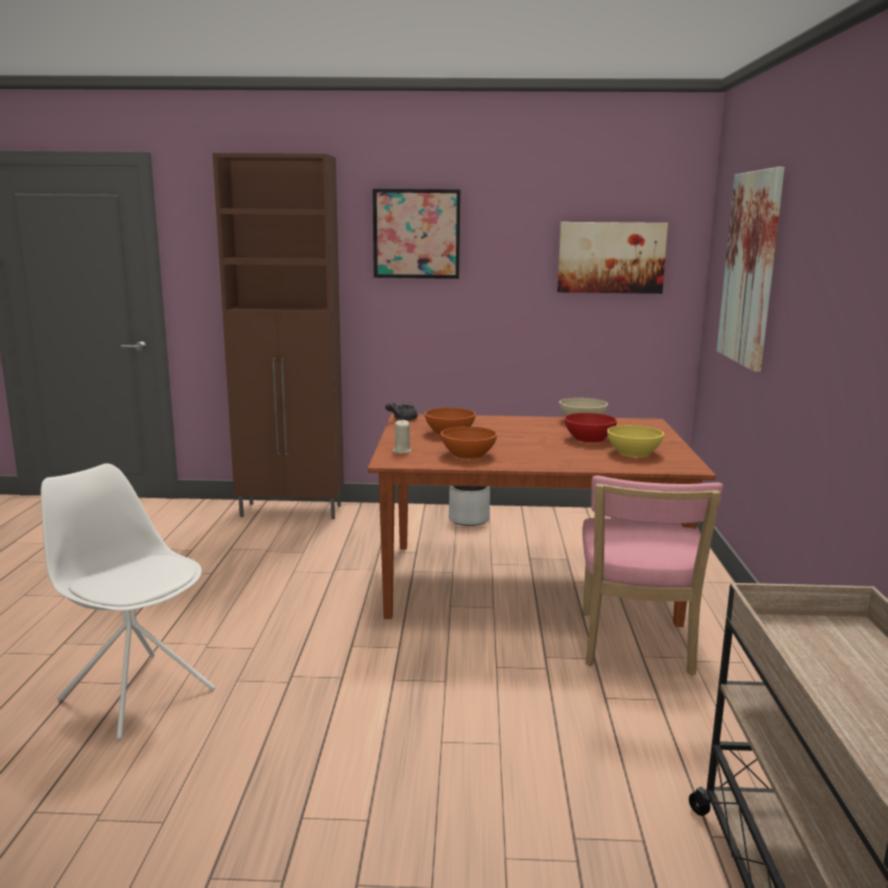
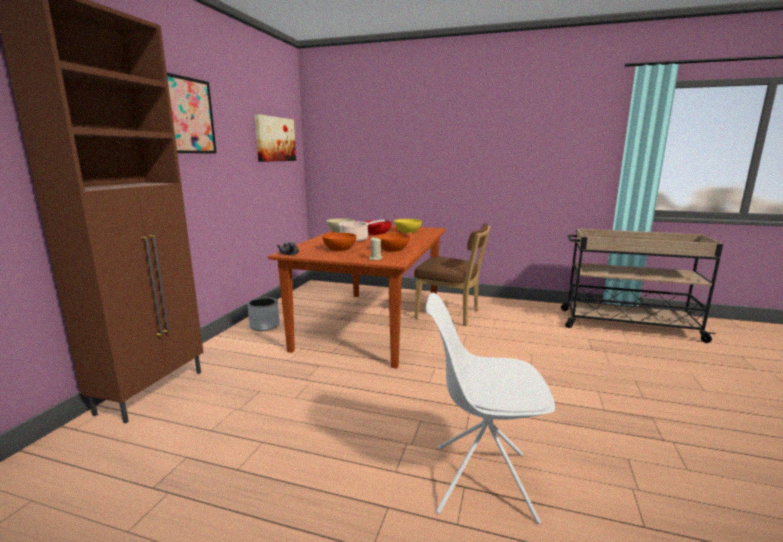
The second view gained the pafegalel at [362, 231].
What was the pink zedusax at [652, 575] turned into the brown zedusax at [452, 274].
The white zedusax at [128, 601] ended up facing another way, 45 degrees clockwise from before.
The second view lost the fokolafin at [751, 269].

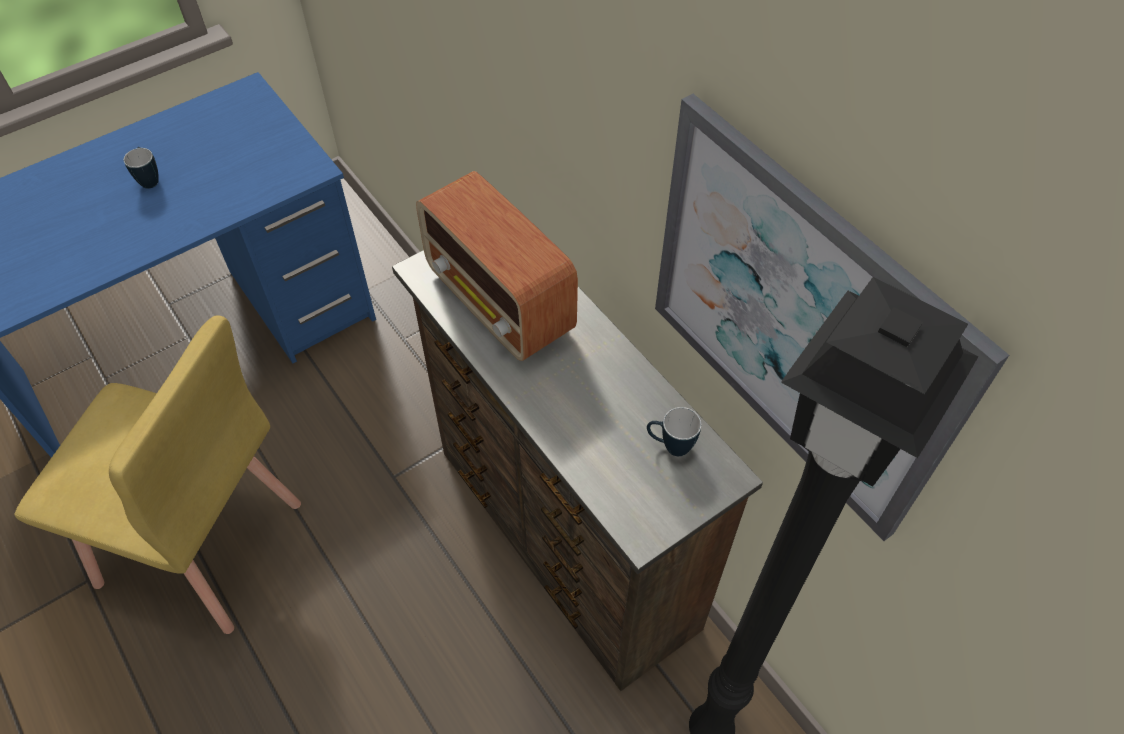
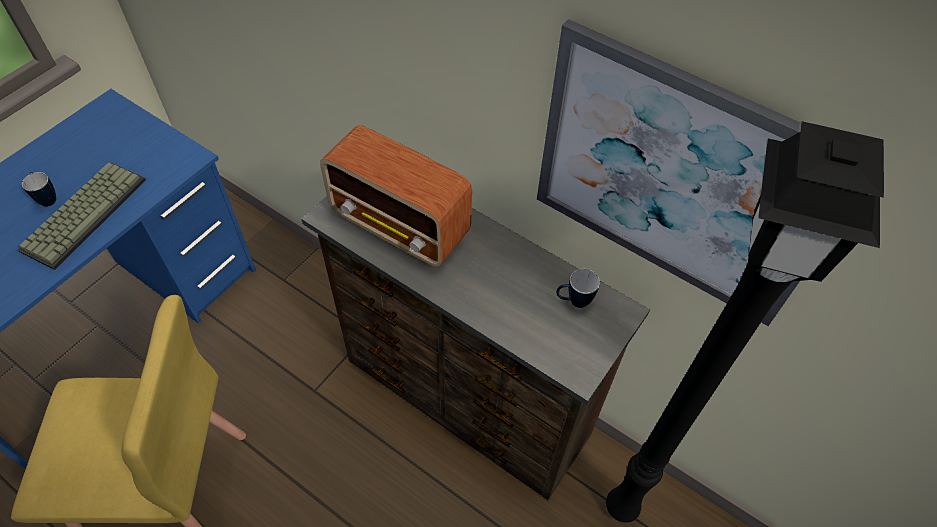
The second view gained the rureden at [82, 216].

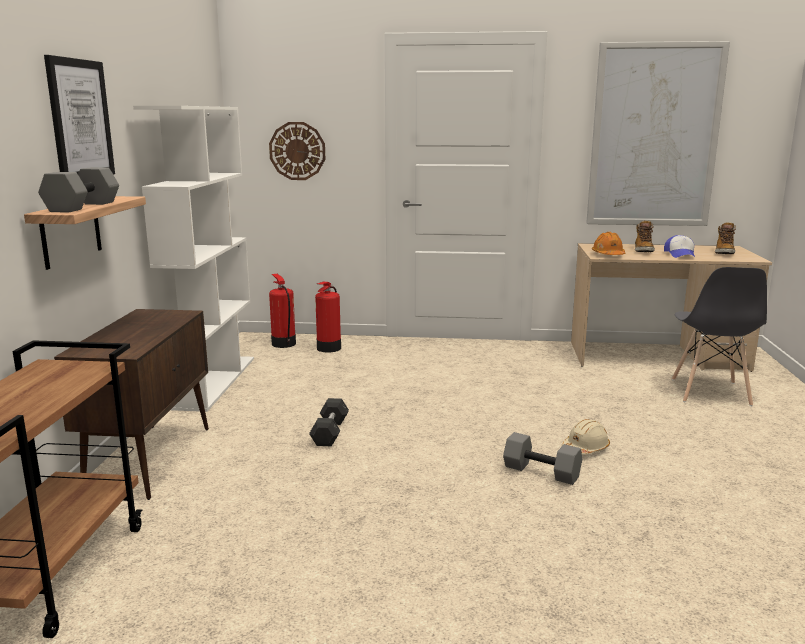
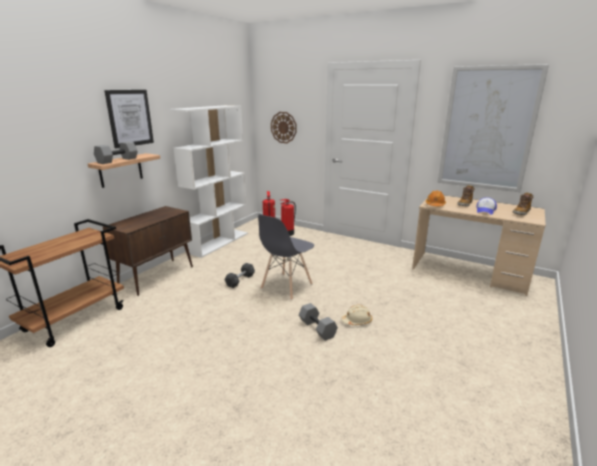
The grey zedusax ended up elsewhere, having gone from [719, 336] to [286, 257].

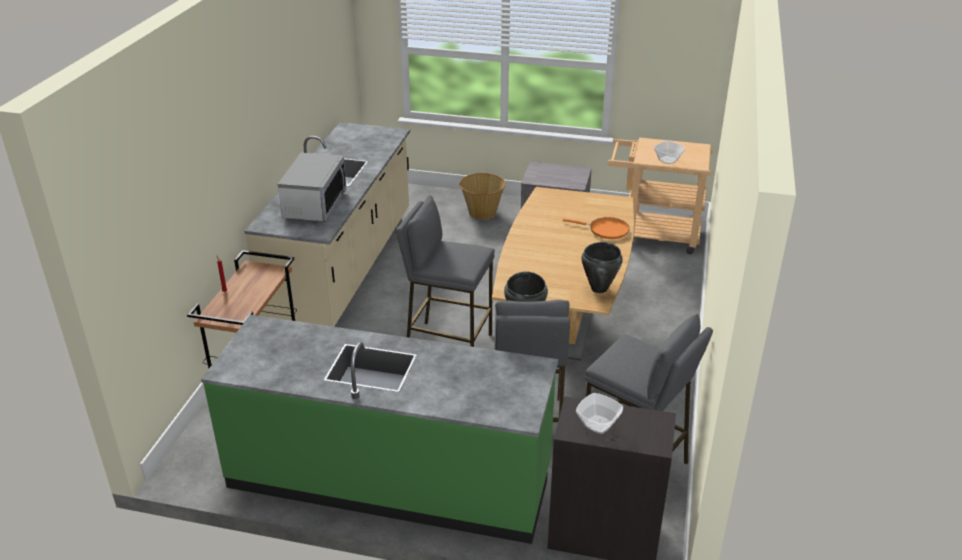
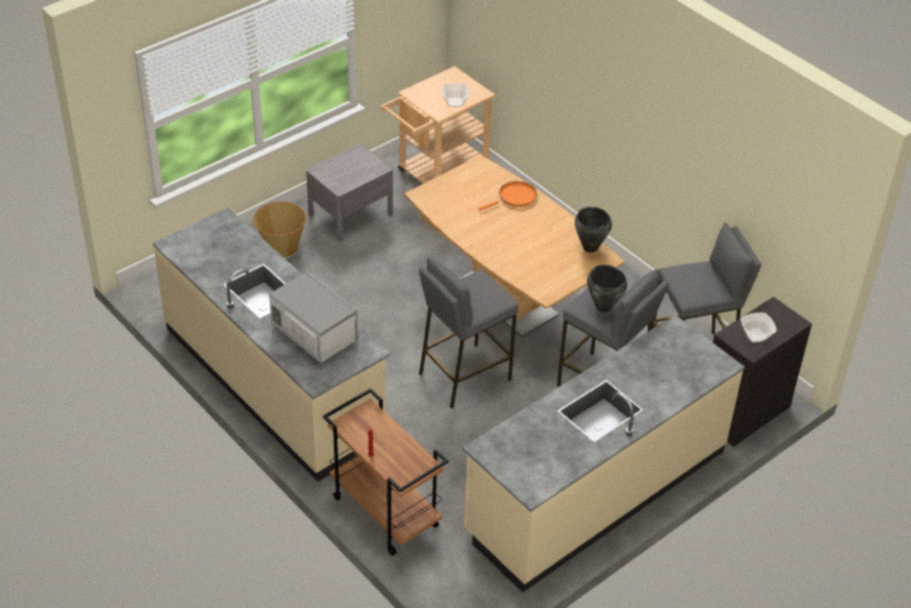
What was the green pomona at [379, 429] turned into the beige pomona at [603, 454].

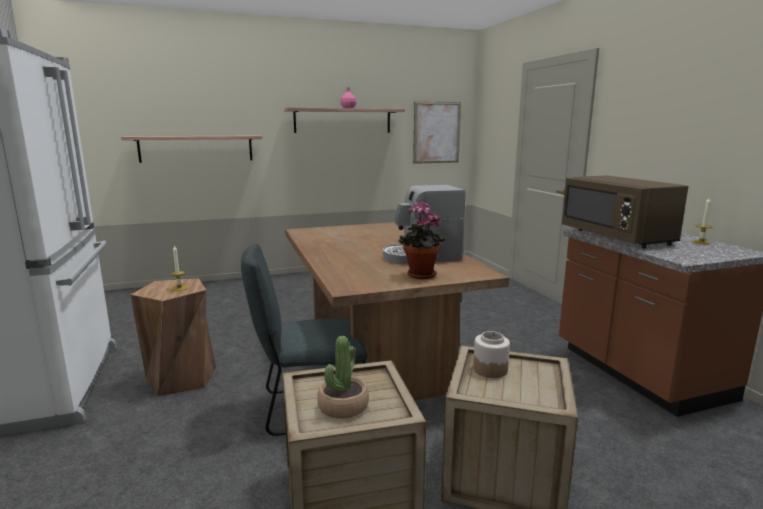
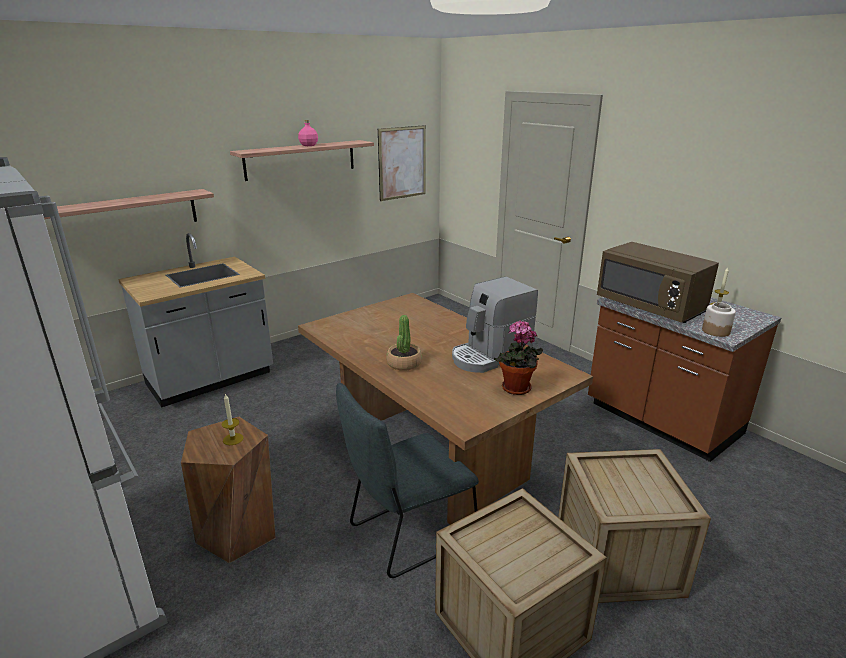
The second view gained the grey pomona at [195, 320].
The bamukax ended up elsewhere, having gone from [343, 377] to [404, 343].
The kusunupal ended up elsewhere, having gone from [491, 354] to [719, 319].

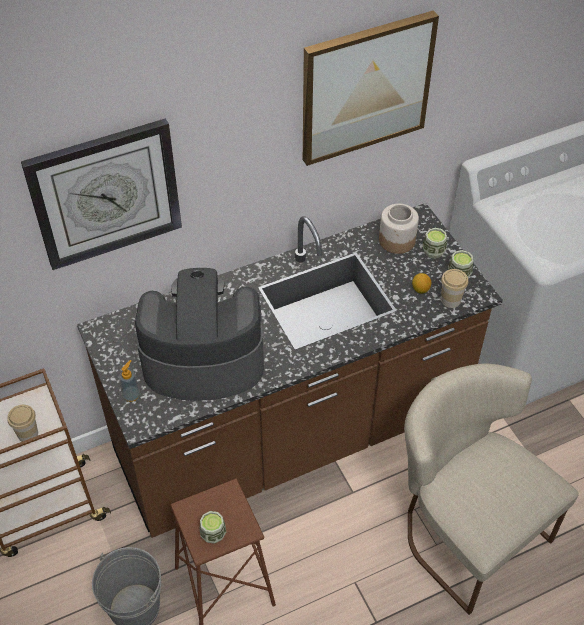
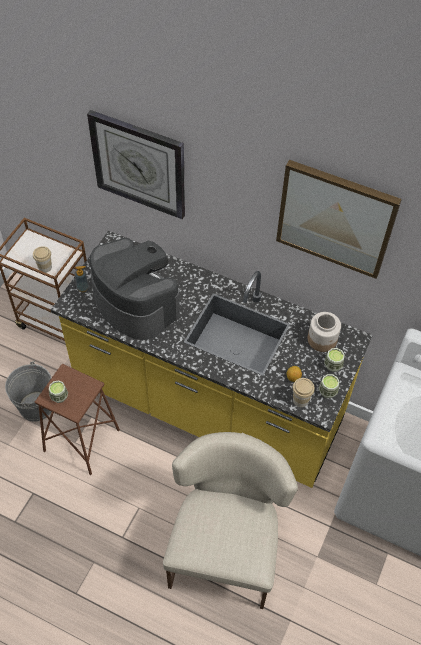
What was the brown pomona at [290, 370] turned into the yellow pomona at [212, 359].

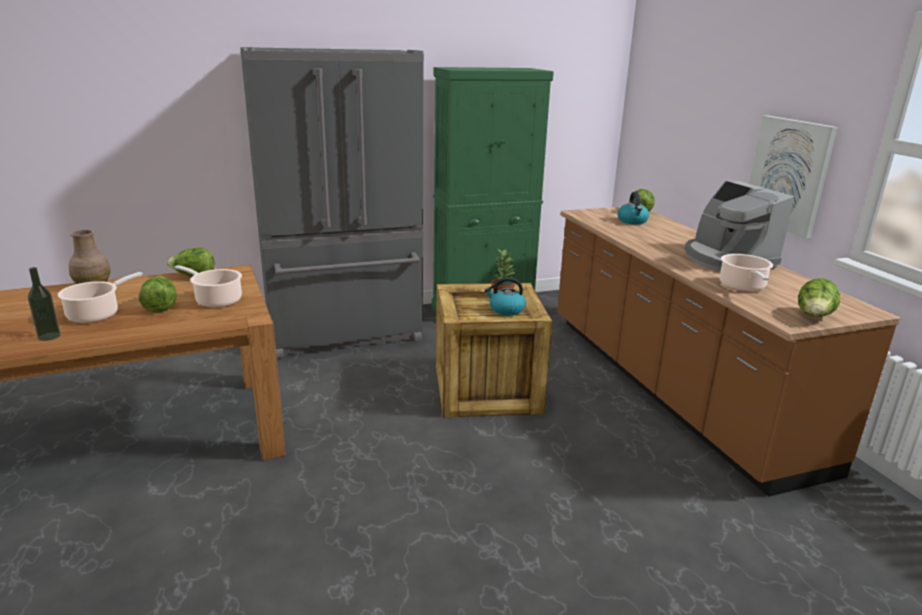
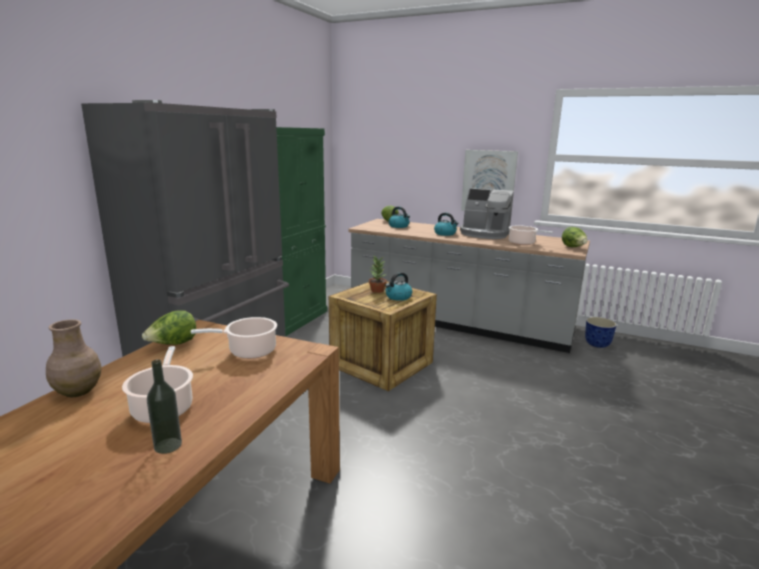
What was the brown pomona at [728, 352] turned into the grey pomona at [469, 286].
The second view gained the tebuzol at [446, 224].
The second view gained the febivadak at [601, 332].
The second view lost the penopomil at [158, 294].

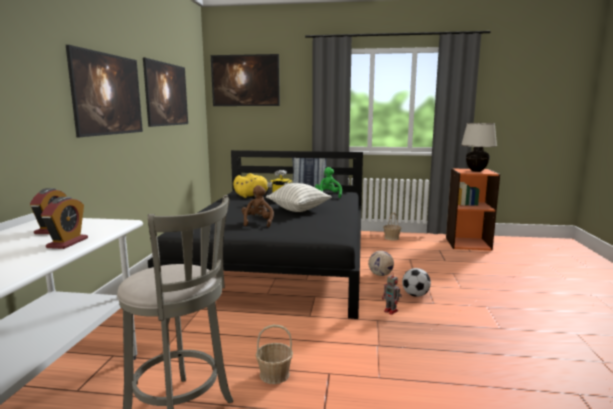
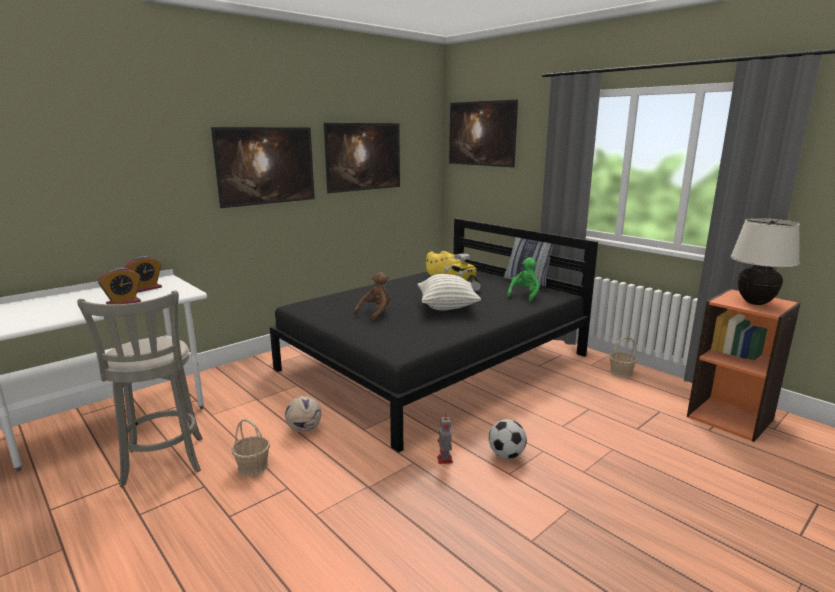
The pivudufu ended up elsewhere, having gone from [381, 263] to [303, 414].

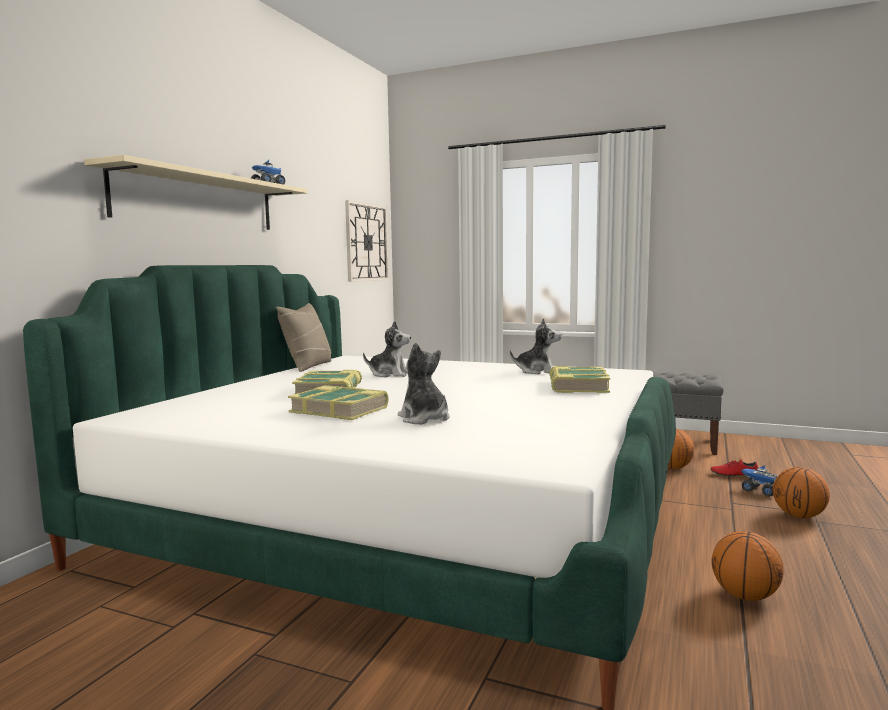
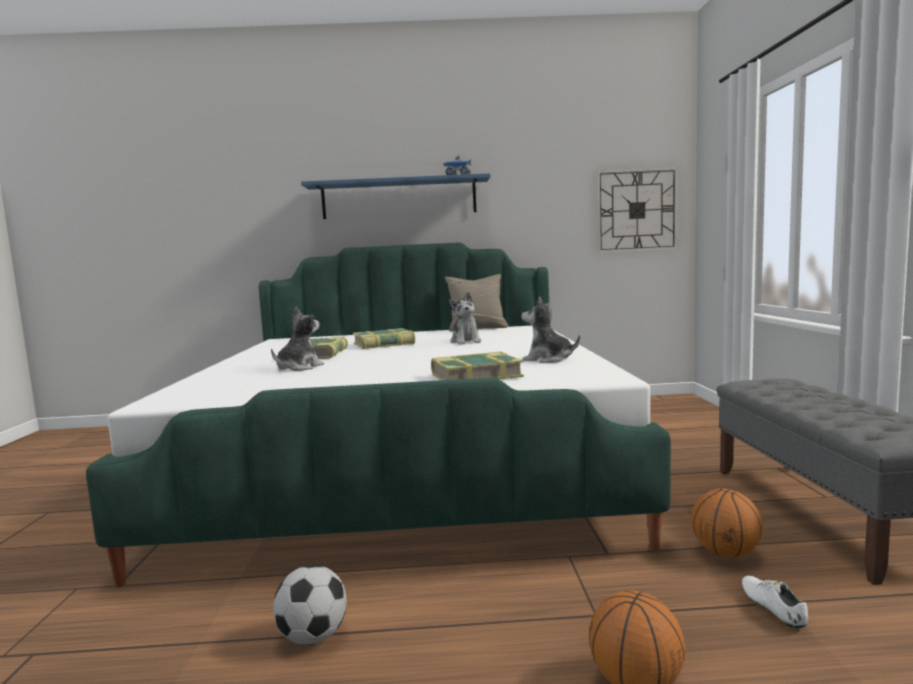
Where the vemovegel stood at [747, 566], the pivudufu came to stand at [310, 605].
What was the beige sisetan at [195, 192] turned into the blue sisetan at [396, 196].
The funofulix at [536, 346] ended up facing another way, 135 degrees clockwise from before.
What was the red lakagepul at [734, 468] turned into the white lakagepul at [775, 602].
The second view lost the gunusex at [759, 480].

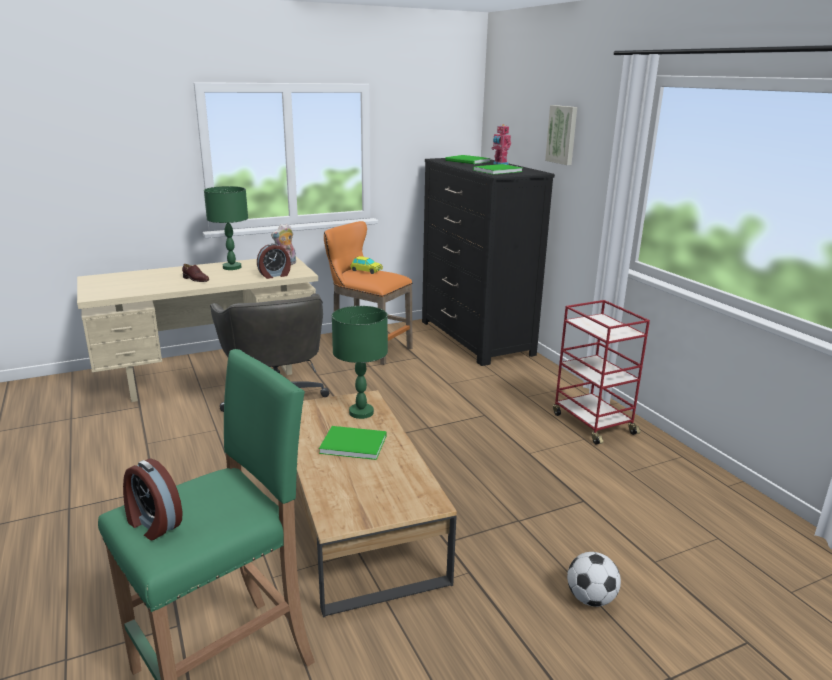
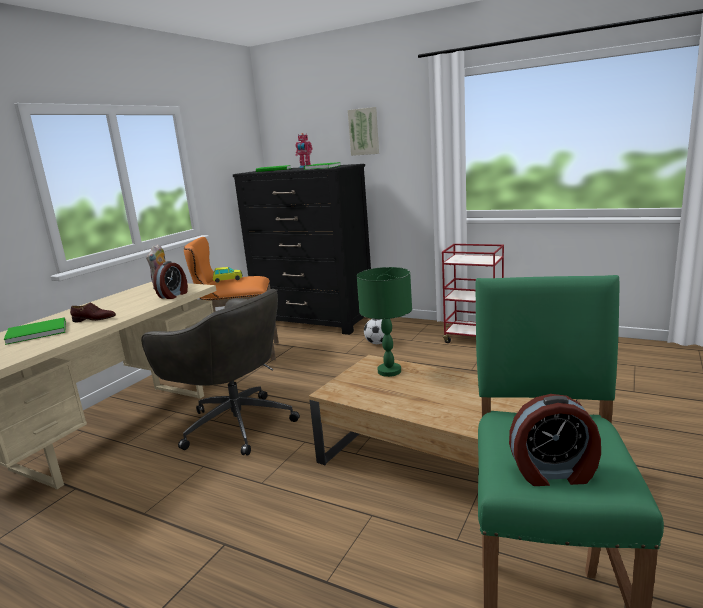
The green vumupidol ended up elsewhere, having gone from [353, 443] to [35, 331].
The pivudufu ended up elsewhere, having gone from [594, 579] to [374, 331].
The second view lost the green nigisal at [226, 228].

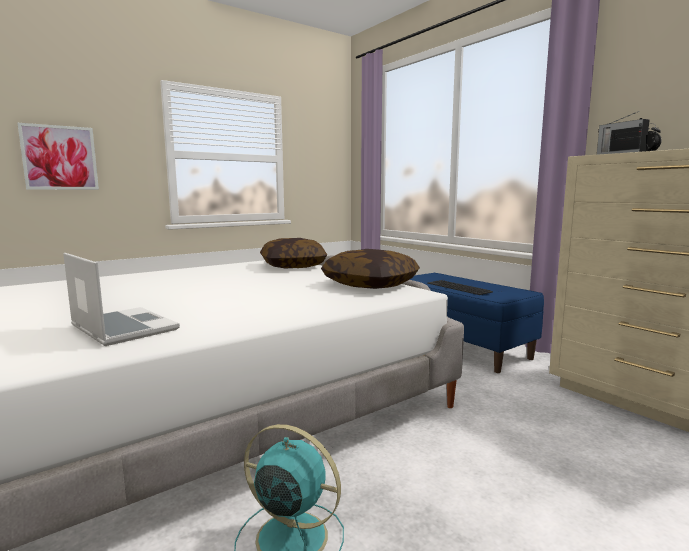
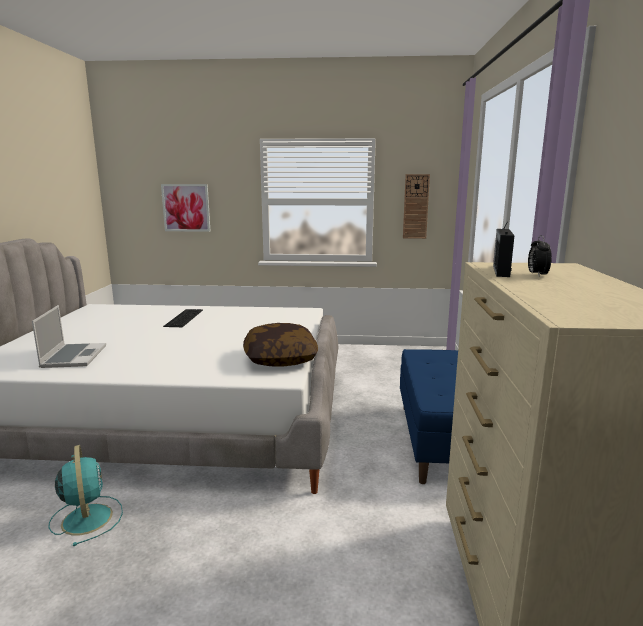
The rureden ended up elsewhere, having gone from [460, 287] to [183, 318].
The second view gained the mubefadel at [416, 206].
The second view lost the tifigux at [293, 253].

